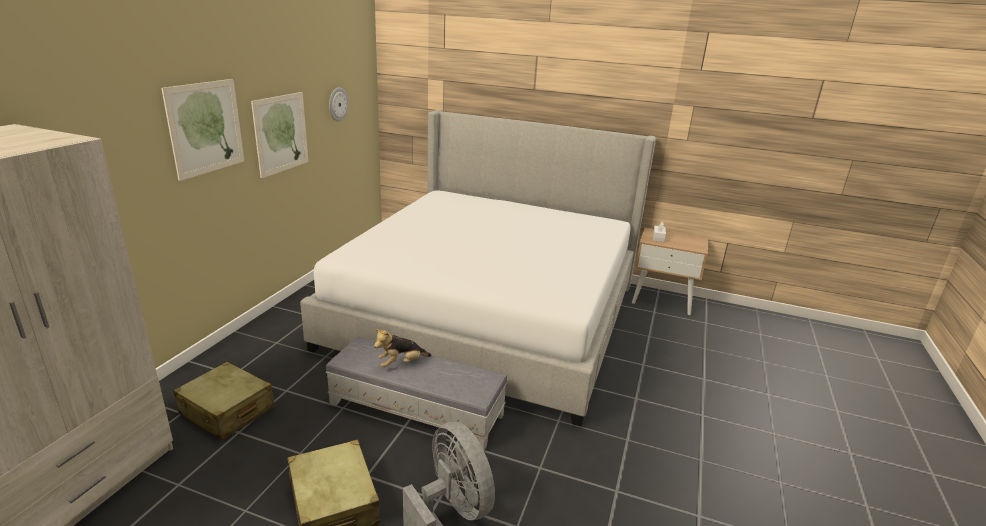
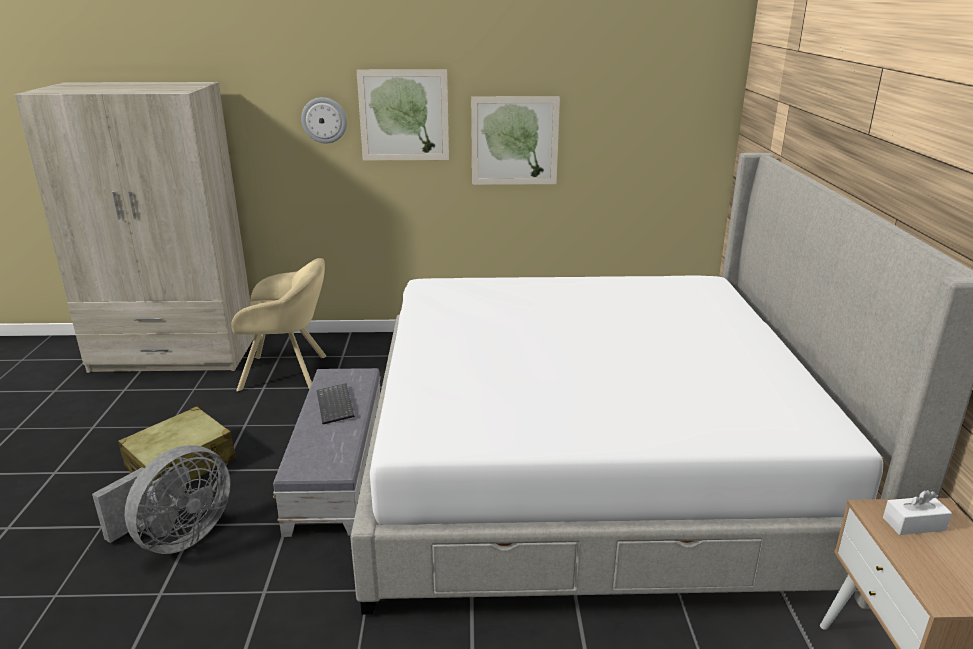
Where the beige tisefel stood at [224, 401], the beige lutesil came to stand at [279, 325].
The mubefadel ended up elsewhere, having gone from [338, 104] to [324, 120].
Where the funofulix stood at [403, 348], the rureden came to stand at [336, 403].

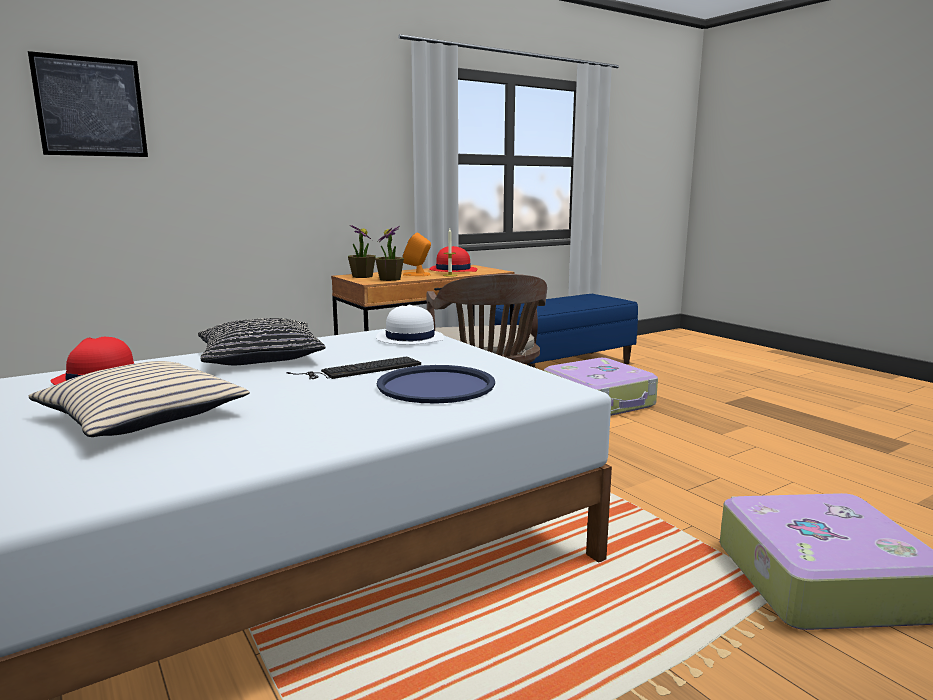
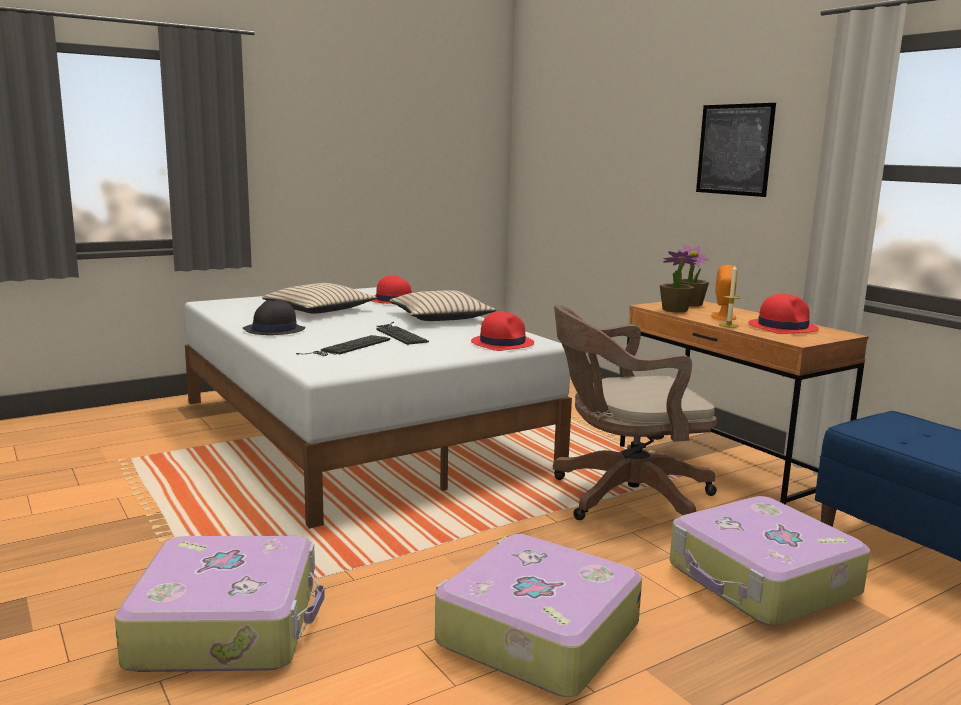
The second view gained the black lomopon at [274, 317].
Where the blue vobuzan stood at [436, 384], the rureden came to stand at [343, 345].
What was the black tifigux at [262, 341] turned into the beige tifigux at [442, 305].
The second view gained the tisefel at [538, 615].
What was the white lomopon at [410, 325] turned into the red lomopon at [502, 331].
The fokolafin ended up elsewhere, having gone from [88, 104] to [736, 150].

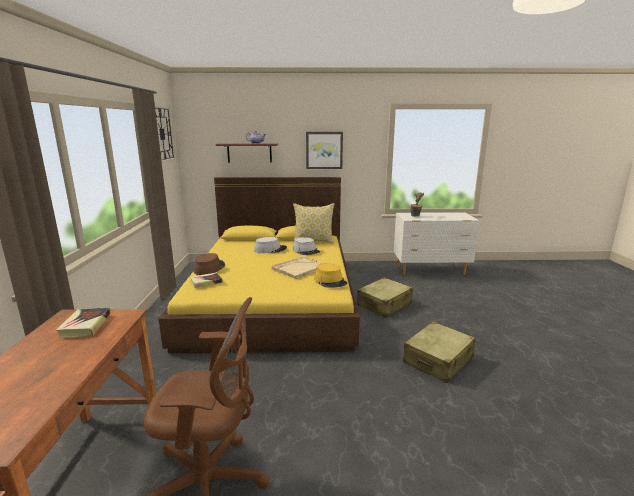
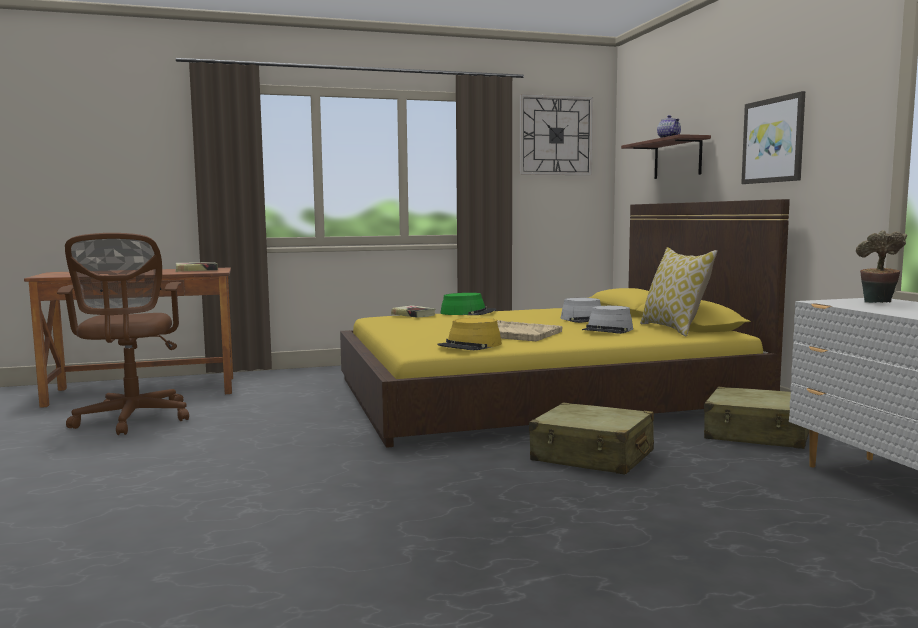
What was the brown lomopon at [209, 264] turned into the green lomopon at [468, 304].
The beige tisefel ended up elsewhere, having gone from [439, 352] to [756, 418].

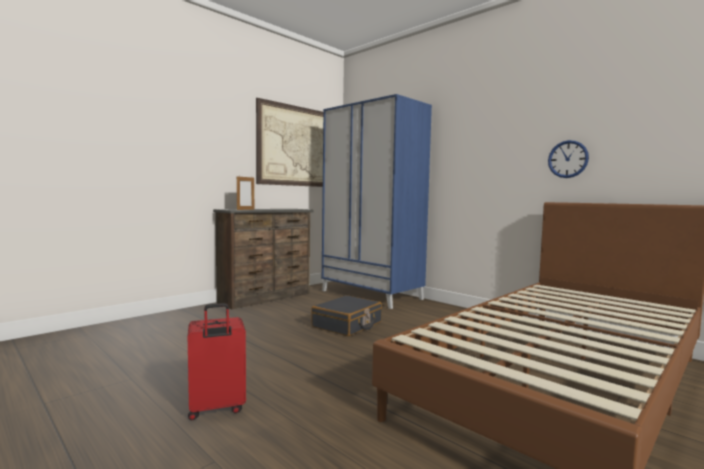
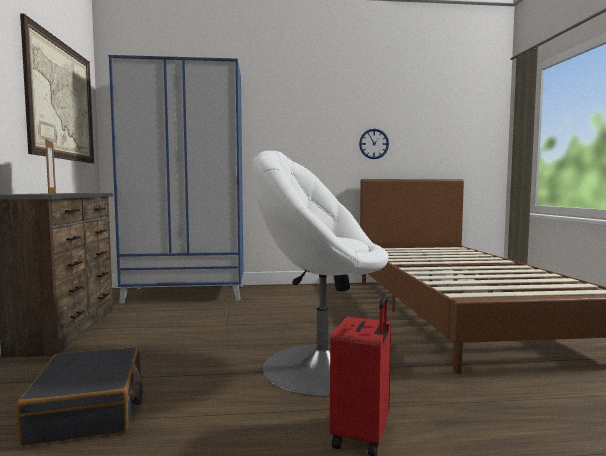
The black tisefel ended up elsewhere, having gone from [346, 315] to [79, 396].
The second view gained the white lutesil at [321, 274].

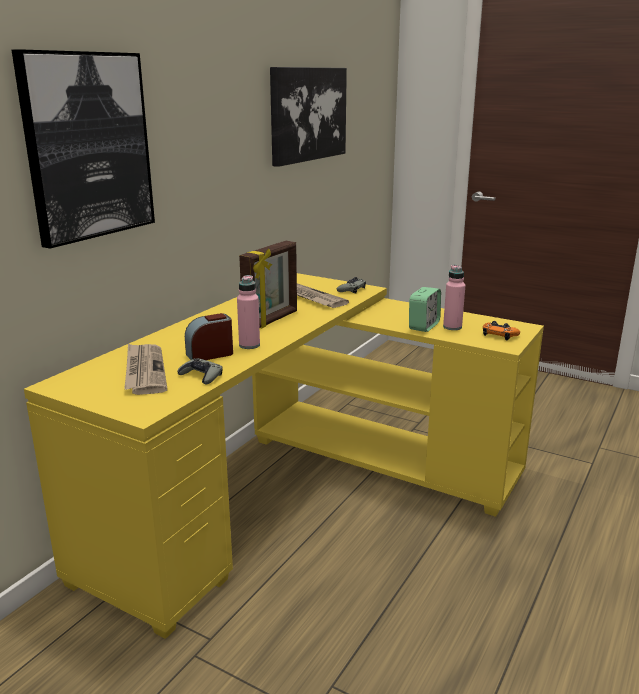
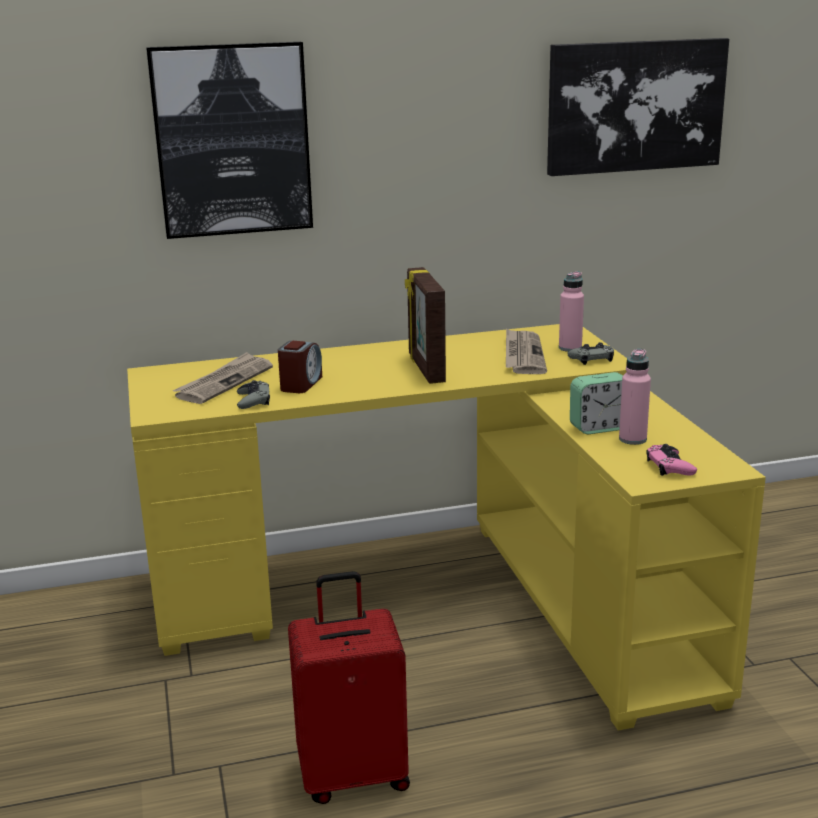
The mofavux at [209, 336] ended up facing another way, 90 degrees clockwise from before.
The second view gained the red tisefel at [349, 687].
The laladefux at [268, 285] ended up facing another way, 90 degrees clockwise from before.
The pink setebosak ended up elsewhere, having gone from [248, 312] to [571, 311].
What was the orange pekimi at [501, 330] turned into the pink pekimi at [671, 460].

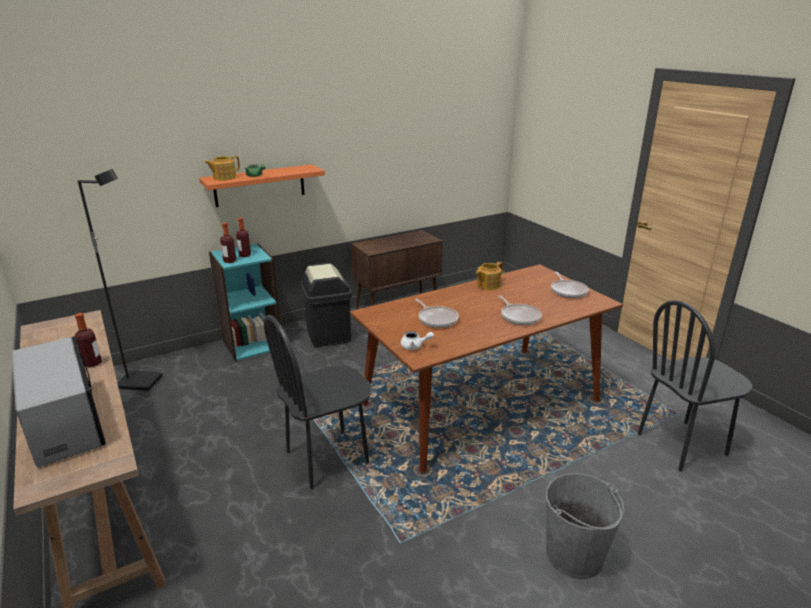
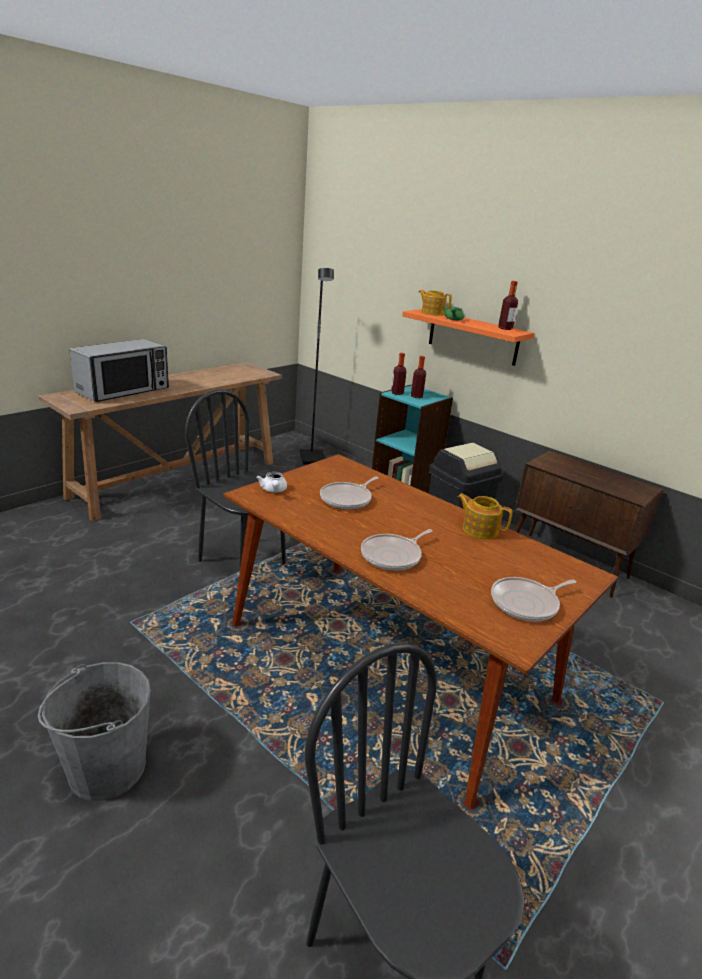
The setebosak ended up elsewhere, having gone from [88, 340] to [508, 305].

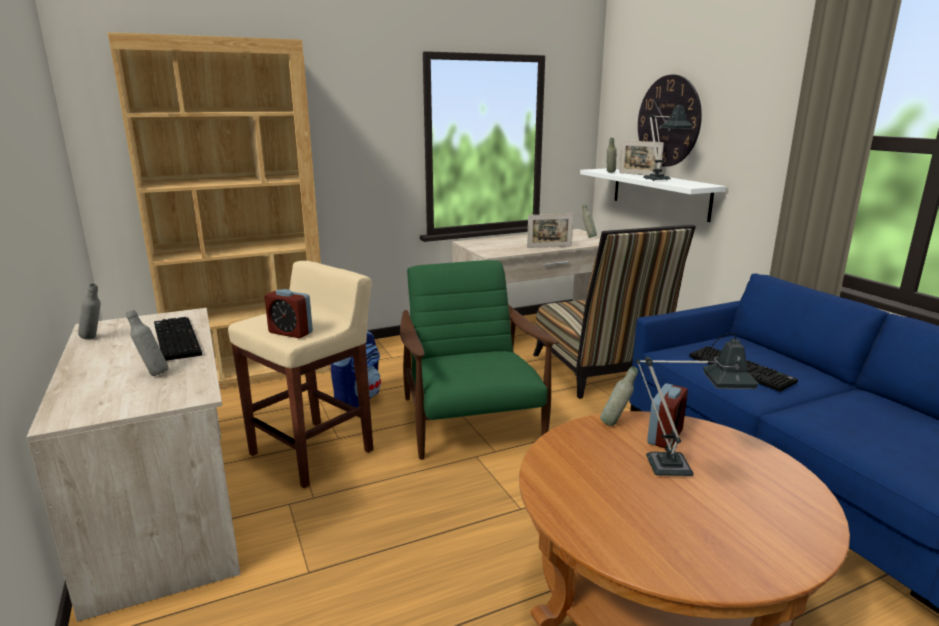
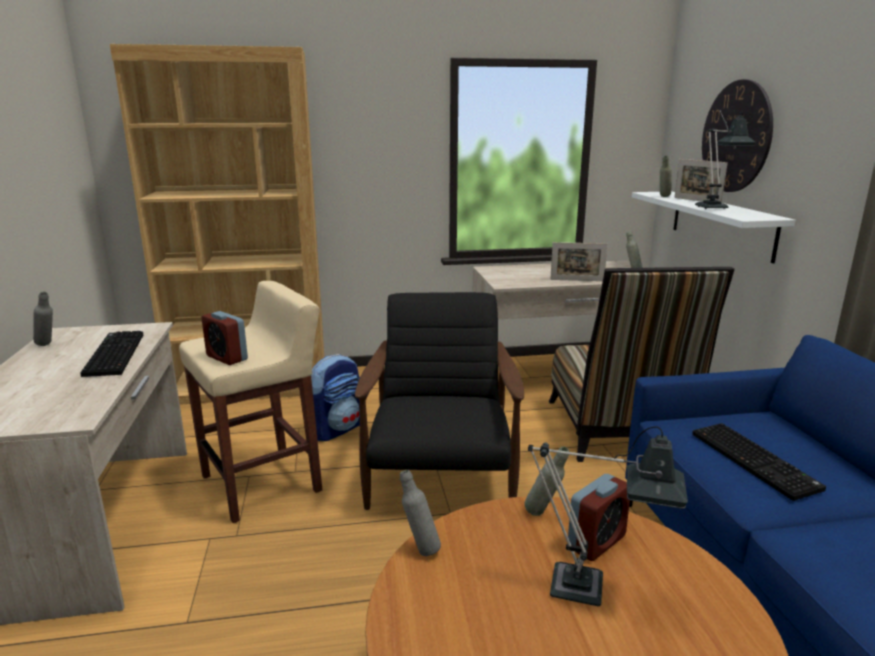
What was the green lutesil at [479, 360] turned into the black lutesil at [439, 401].
The grey setebosak ended up elsewhere, having gone from [147, 343] to [420, 513].

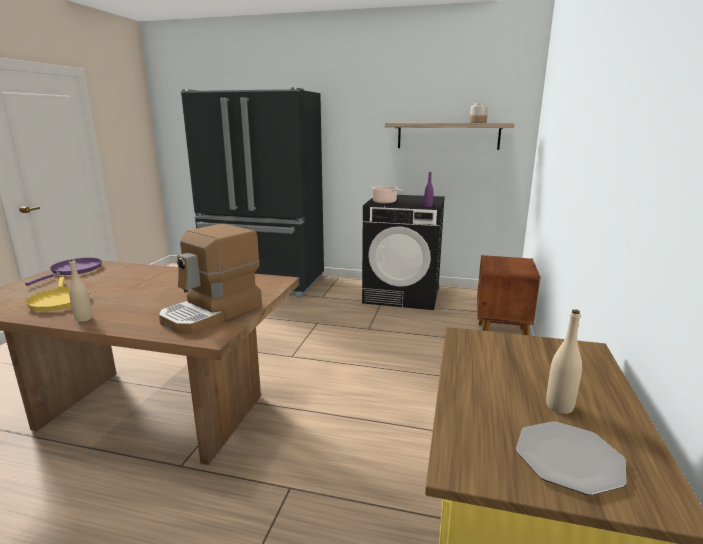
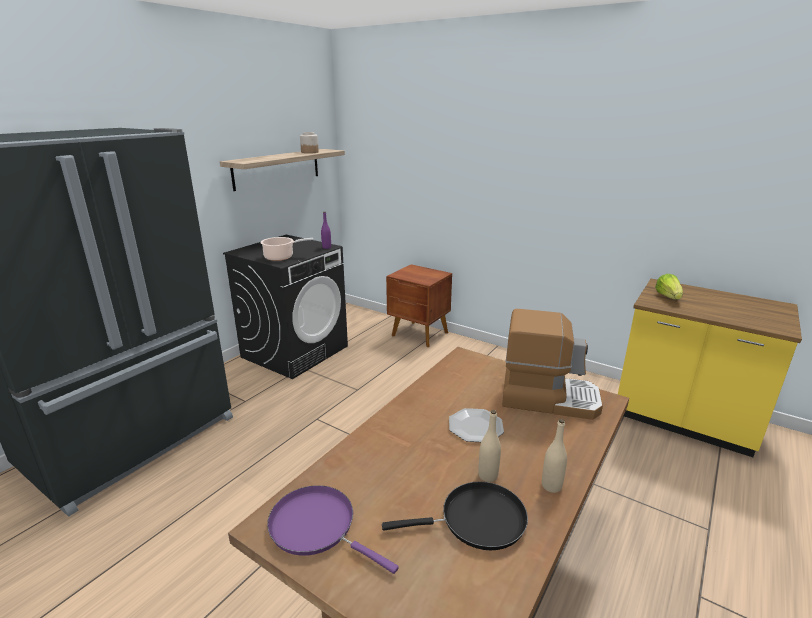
What was the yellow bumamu at [57, 294] turned into the black bumamu at [455, 516].
The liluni ended up elsewhere, having gone from [571, 458] to [476, 425].
The beige setebosak ended up elsewhere, having gone from [564, 361] to [489, 446].
The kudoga at [210, 279] ended up facing another way, 45 degrees counterclockwise from before.
The second view gained the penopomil at [669, 287].

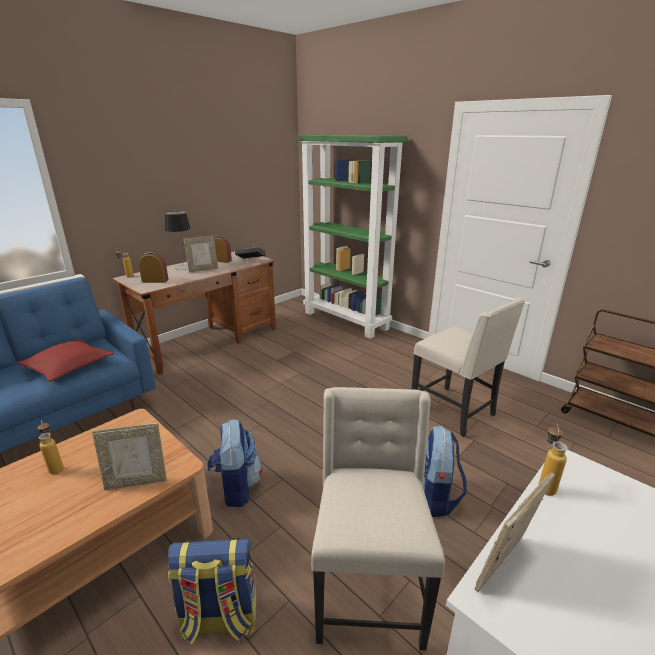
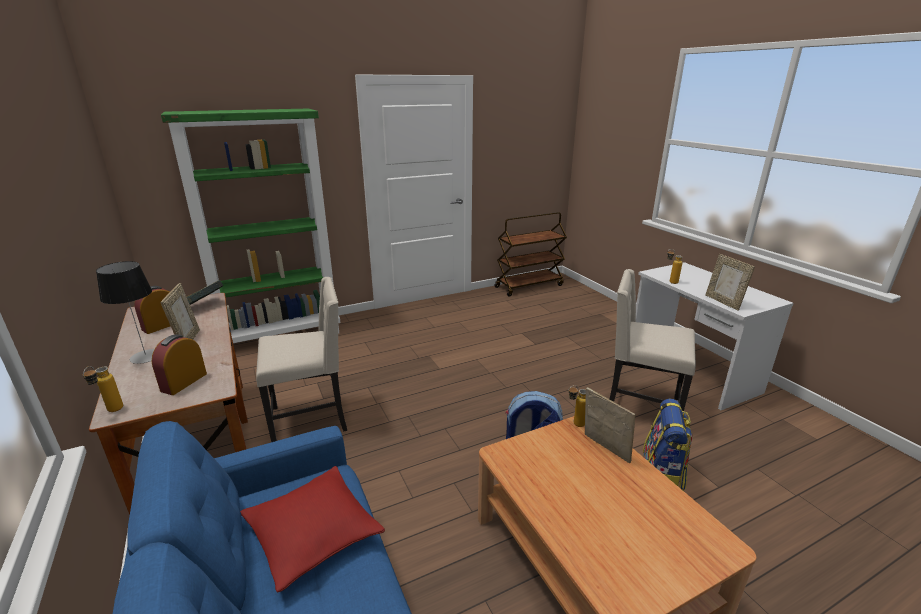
The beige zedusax ended up elsewhere, having gone from [468, 367] to [301, 359].
The setebosak ended up elsewhere, having gone from [50, 447] to [577, 406].
The laladefux at [129, 456] ended up facing another way, 45 degrees counterclockwise from before.
The second view lost the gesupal at [445, 471].

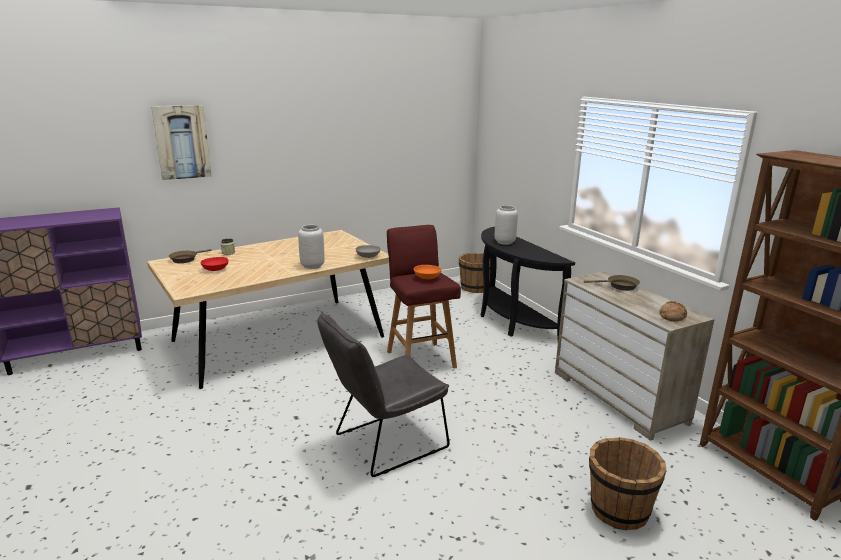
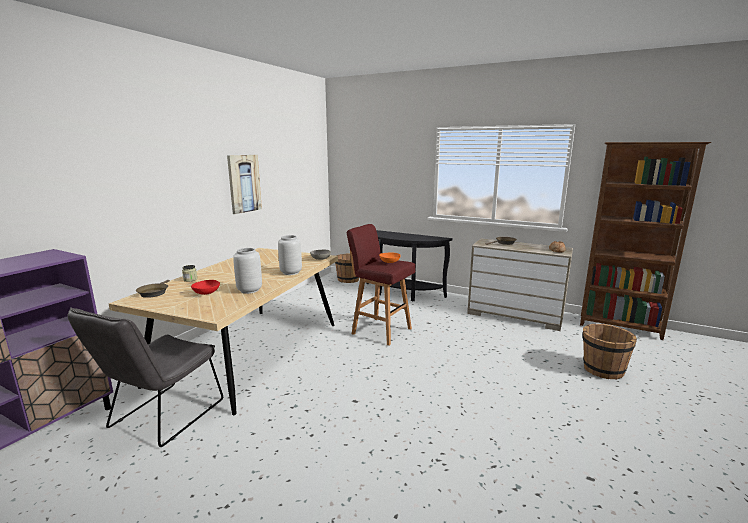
The grey zedusax ended up elsewhere, having gone from [383, 394] to [145, 377].
The fokolafin ended up elsewhere, having gone from [181, 142] to [244, 184].
The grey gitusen ended up elsewhere, having gone from [506, 225] to [247, 271].

